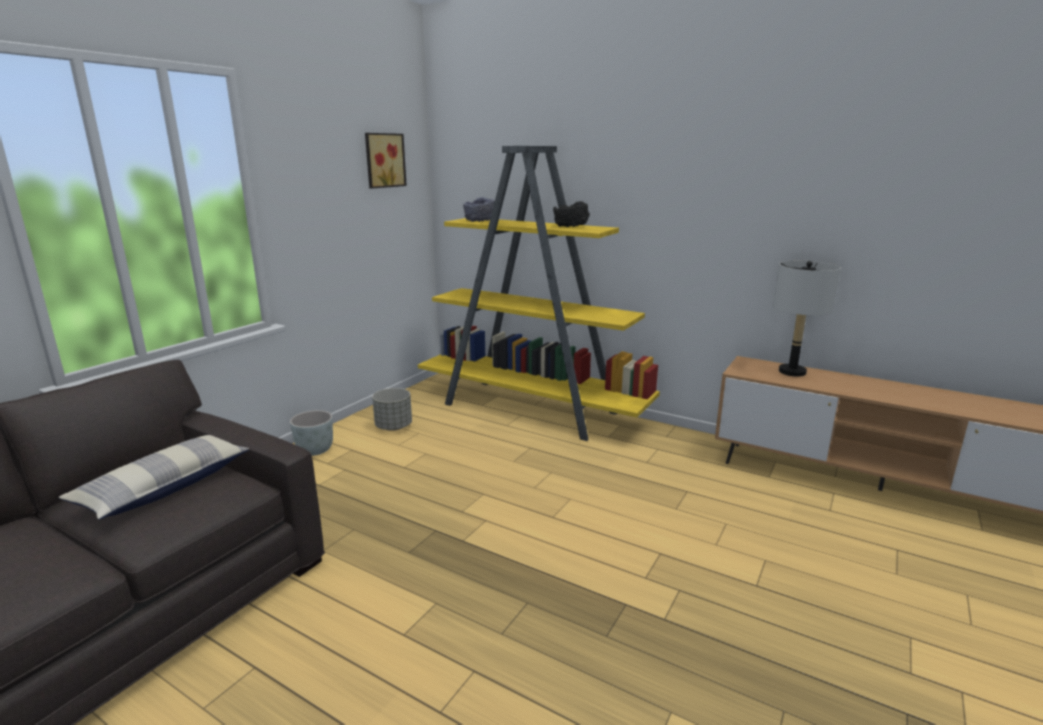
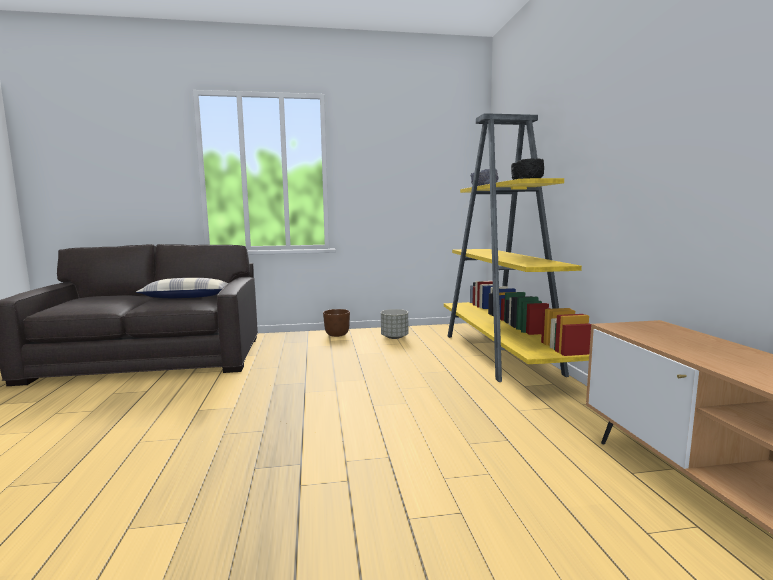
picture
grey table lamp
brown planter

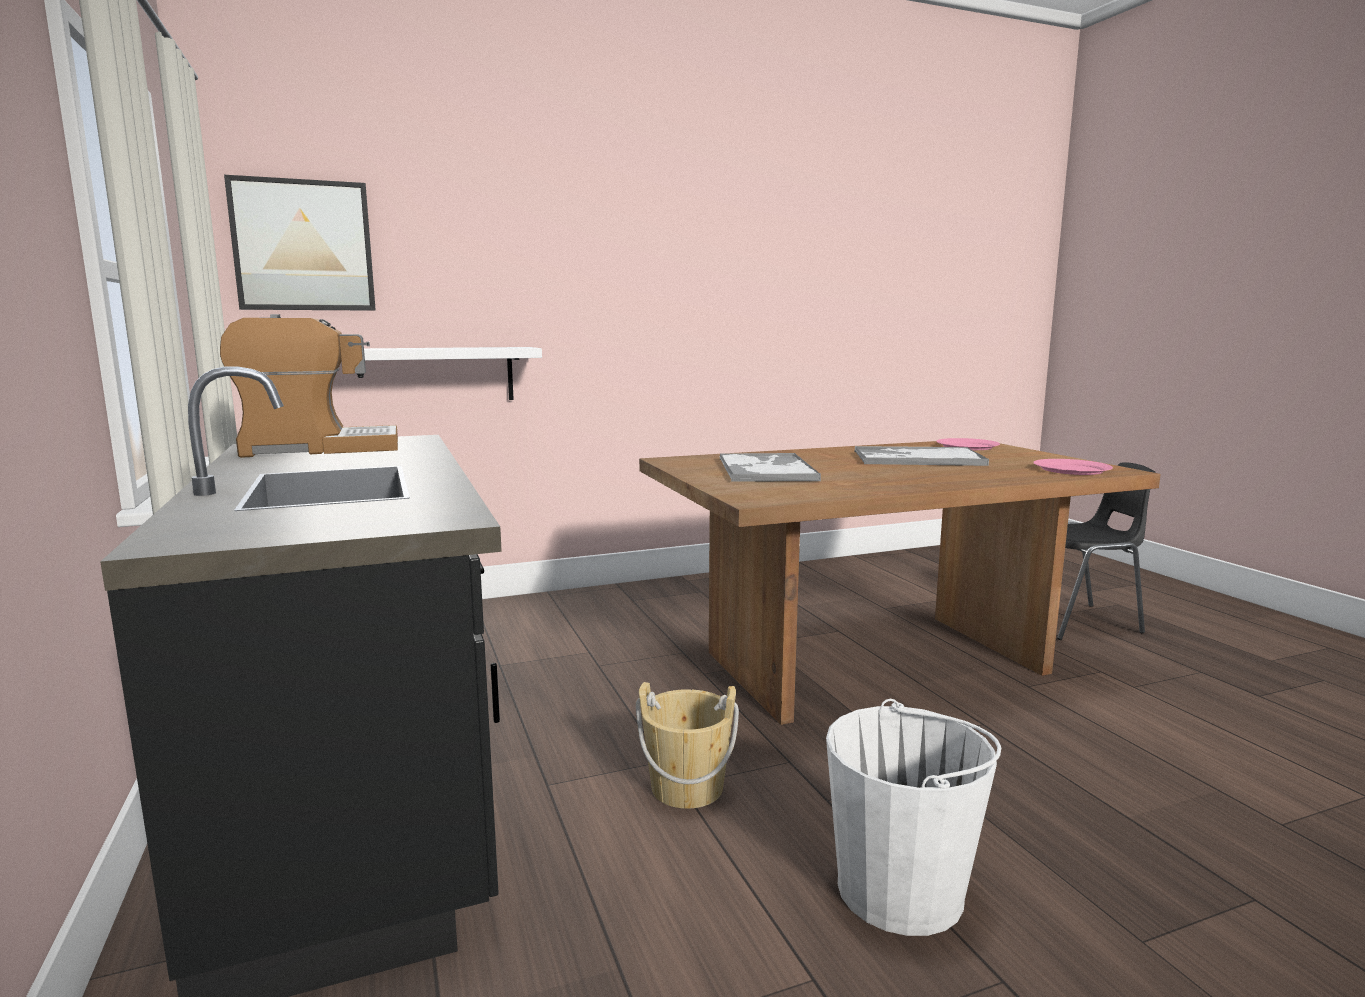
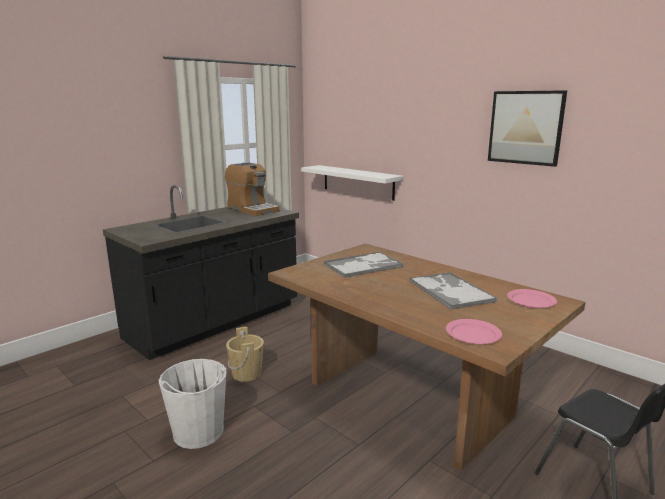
picture

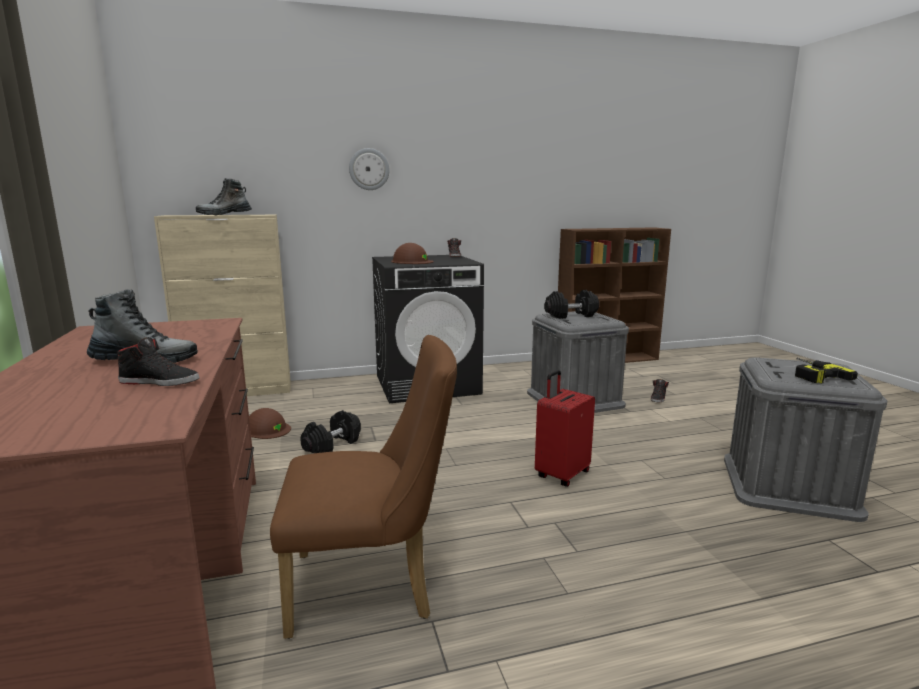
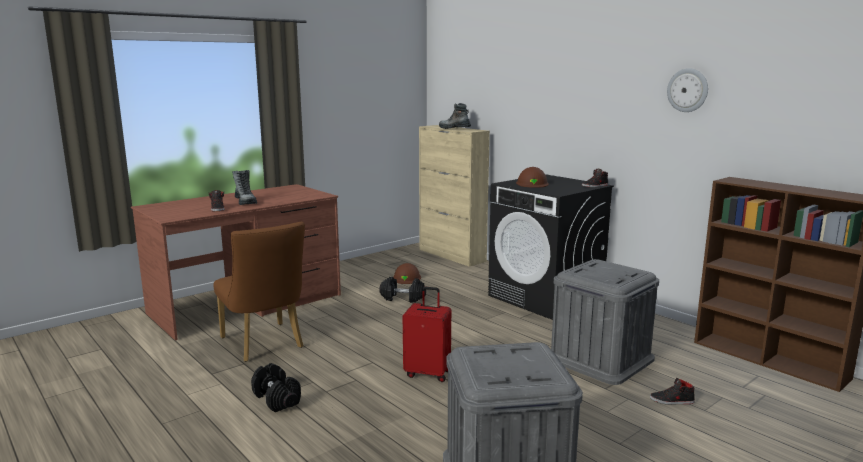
wall clock
black dumbbell (1st from left)
power drill

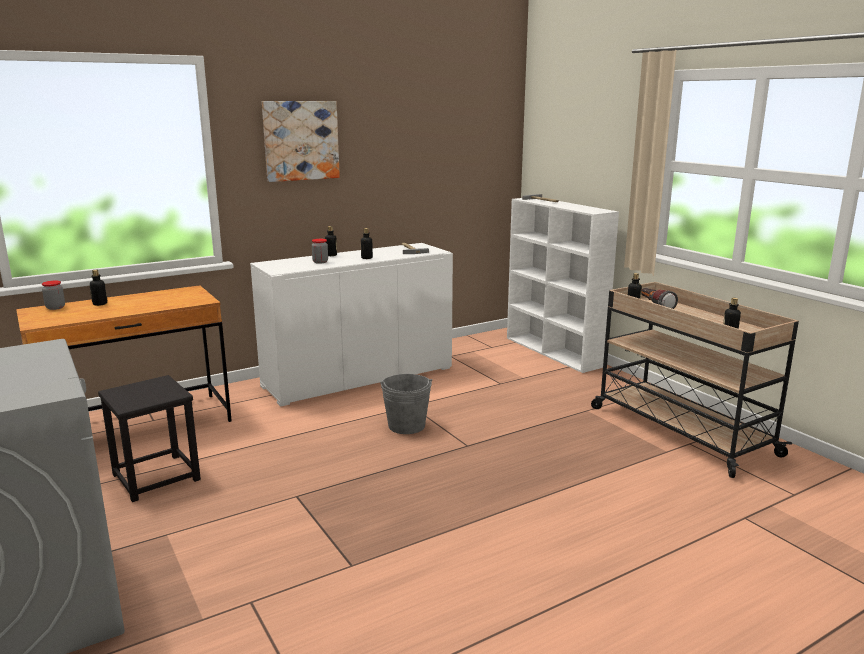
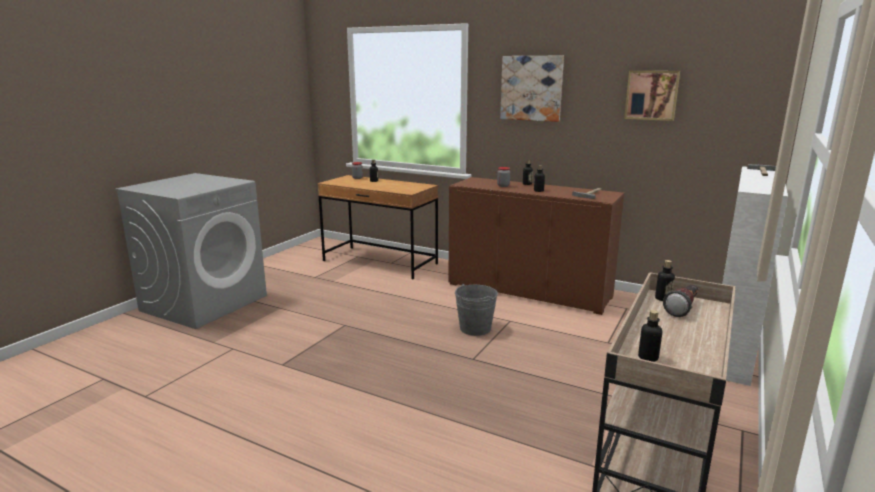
brown cabinet
black stool
picture (2nd from left)

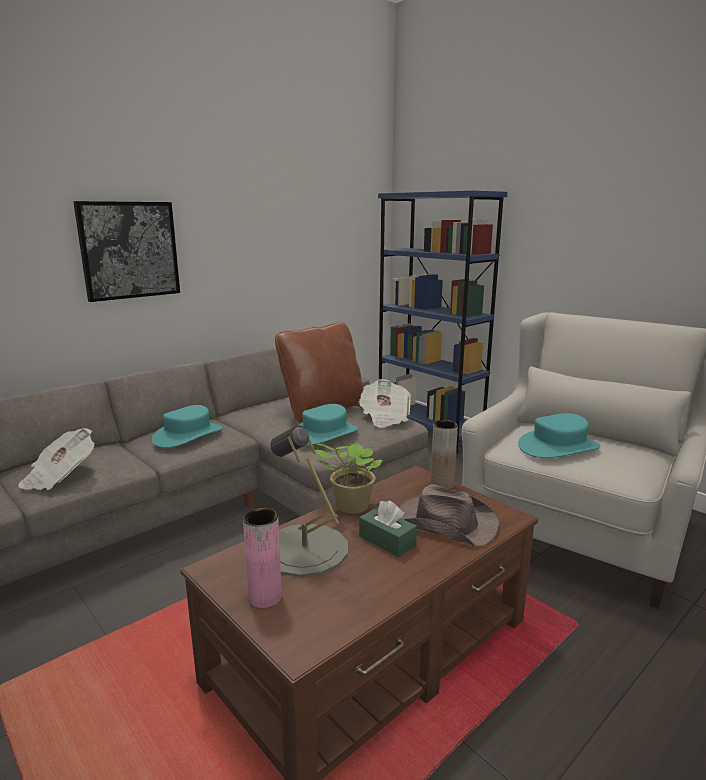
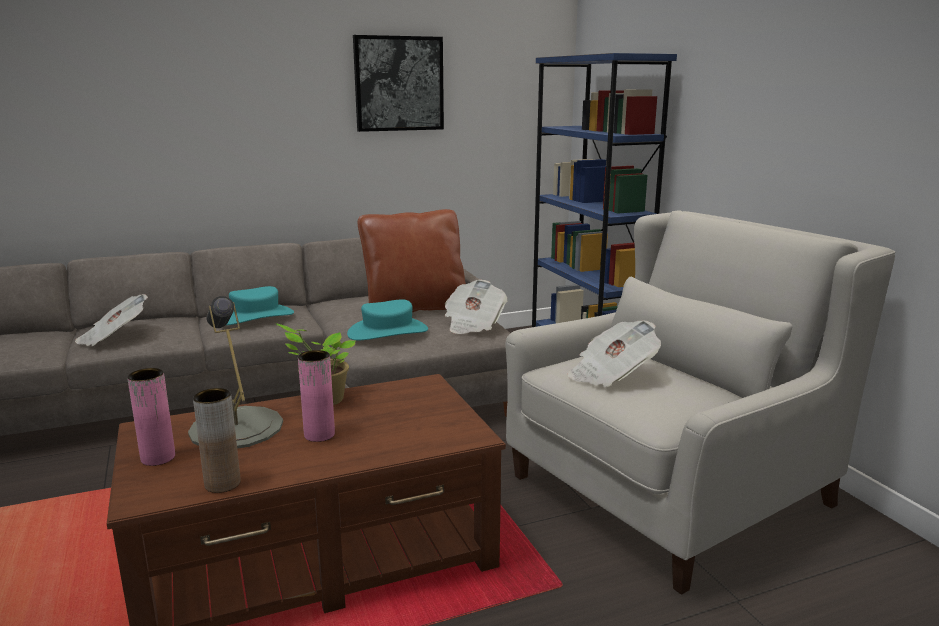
picture
newspaper (3rd from left)
brown vase
brown hat
pink vase (2nd from left)

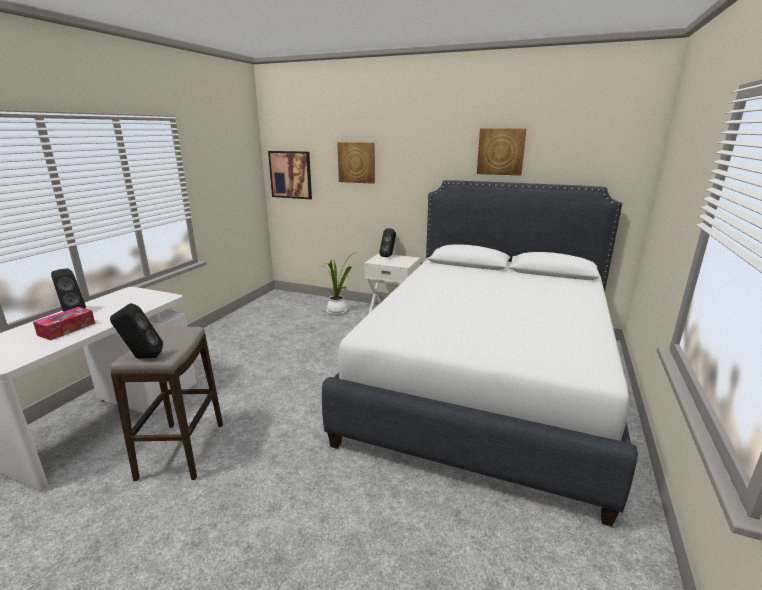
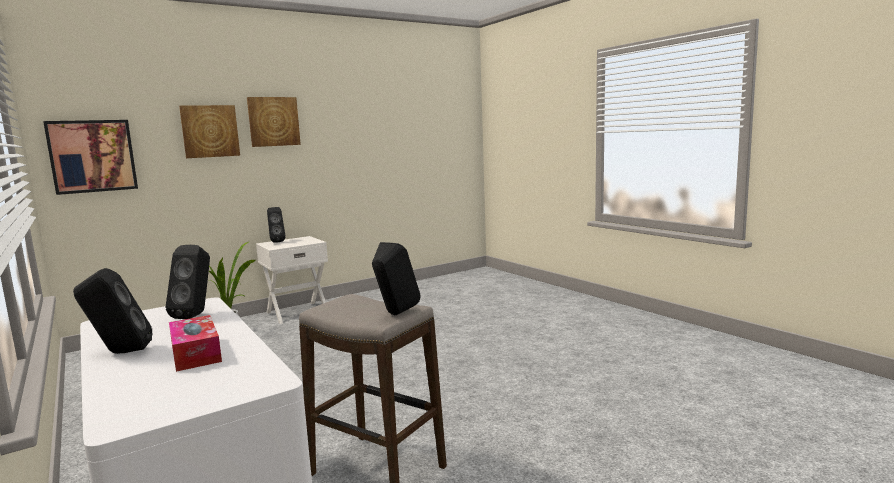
picture (3rd from left)
white bed
black speaker (2nd from left)

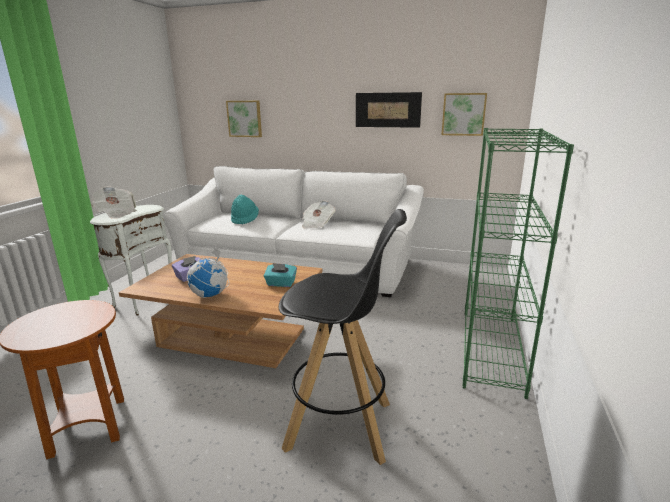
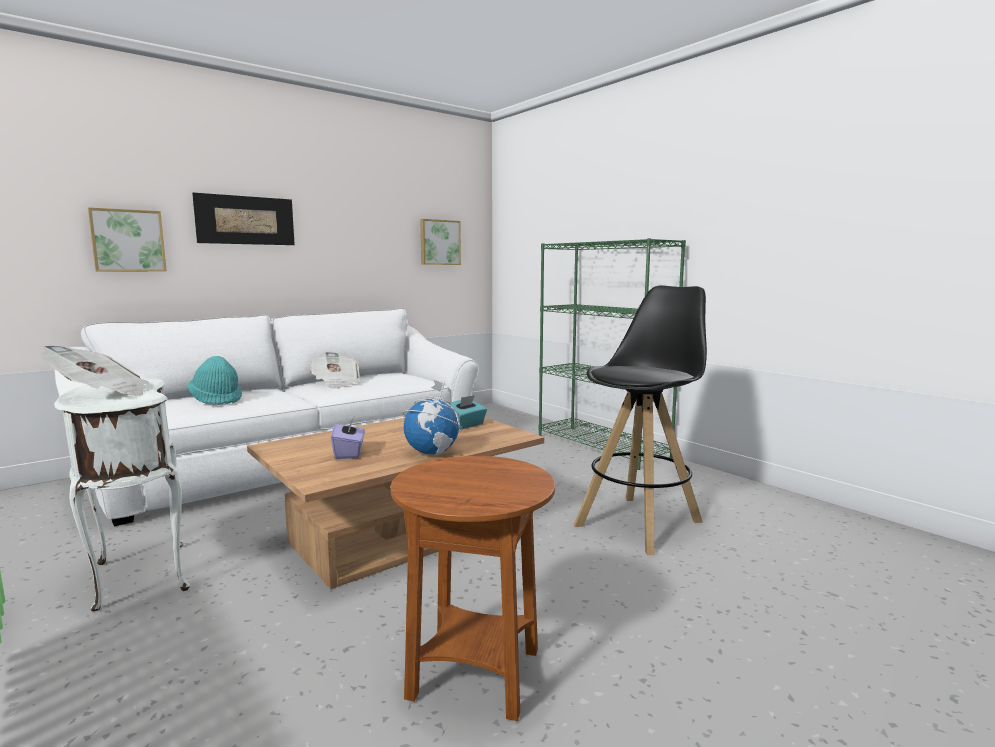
picture (2nd from left)

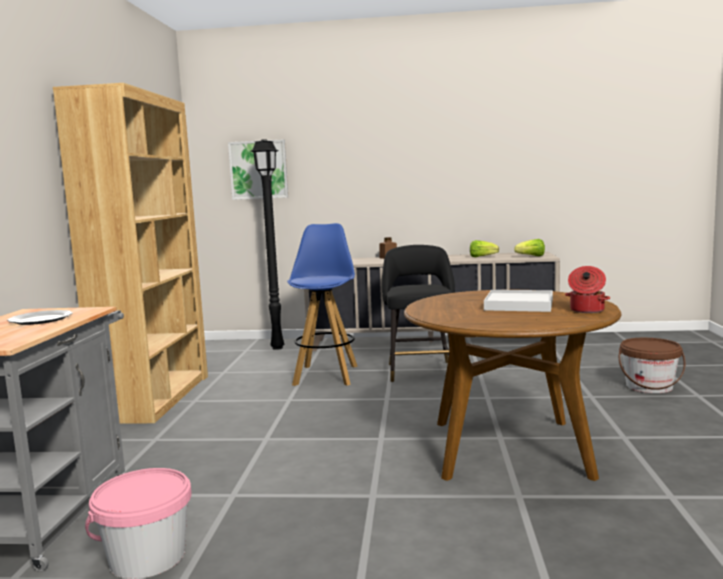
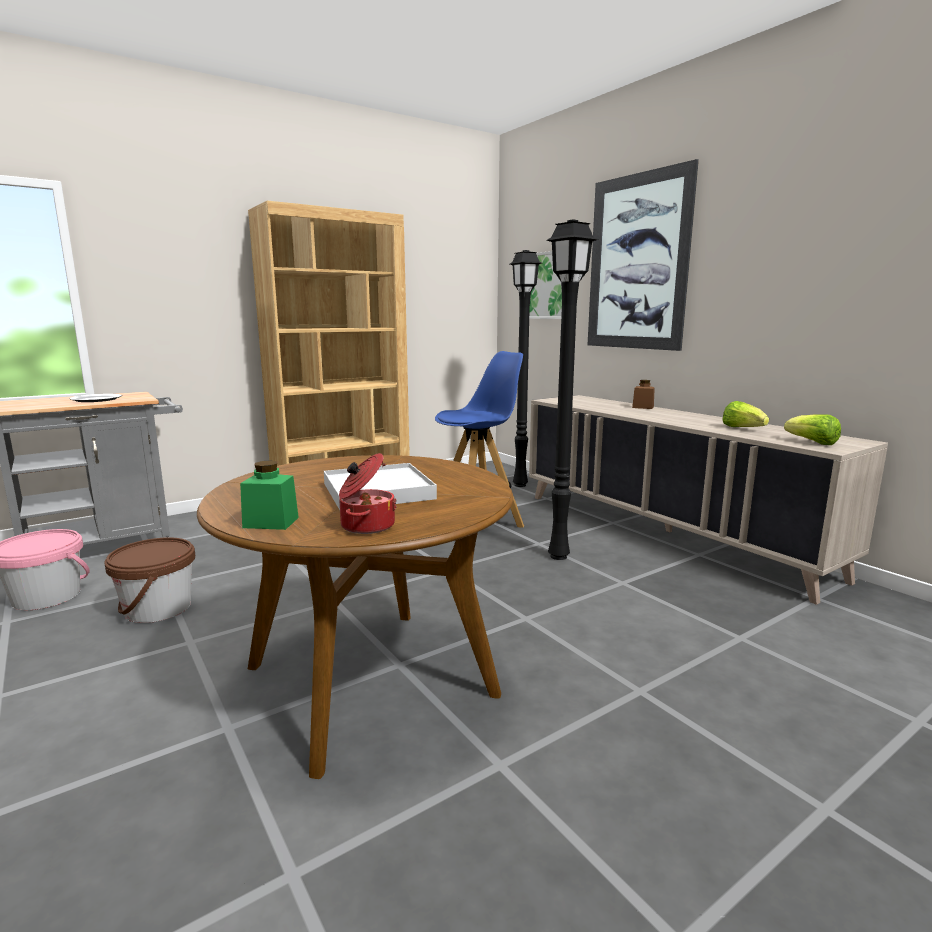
black floor lamp (2nd from left)
brown bucket
picture (2nd from left)
green jar

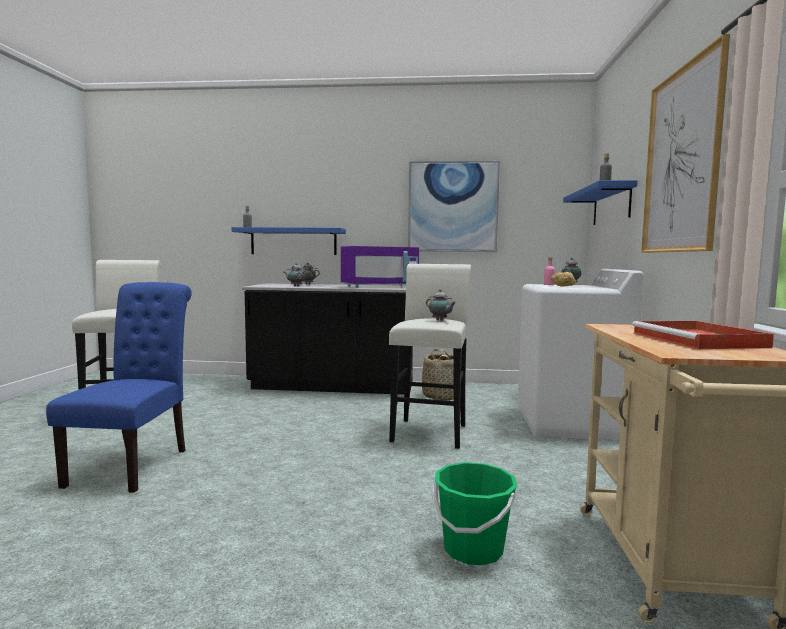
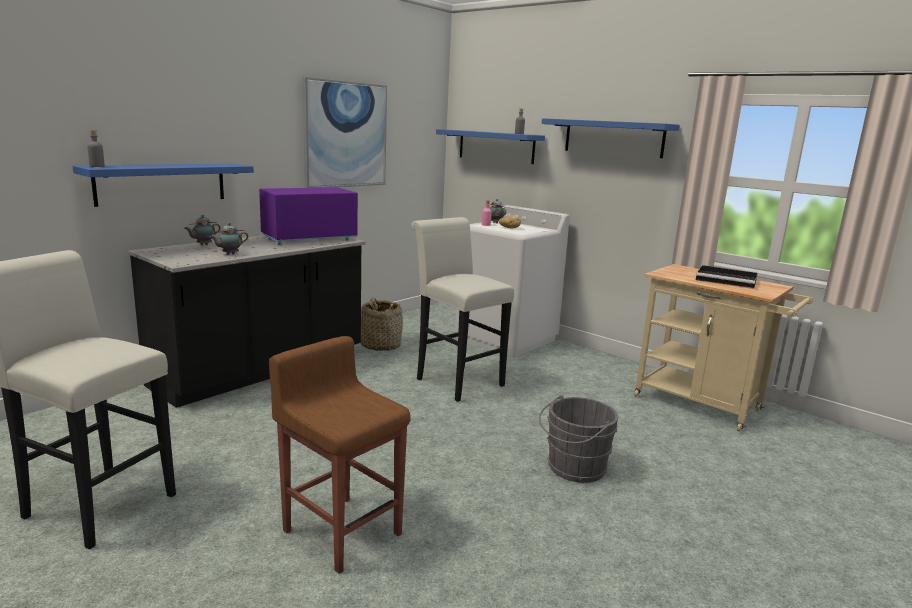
blue shelf (3rd from left)
purple microwave
brown stool
teapot (3rd from left in the first image)
black tray
green bucket
grey bucket

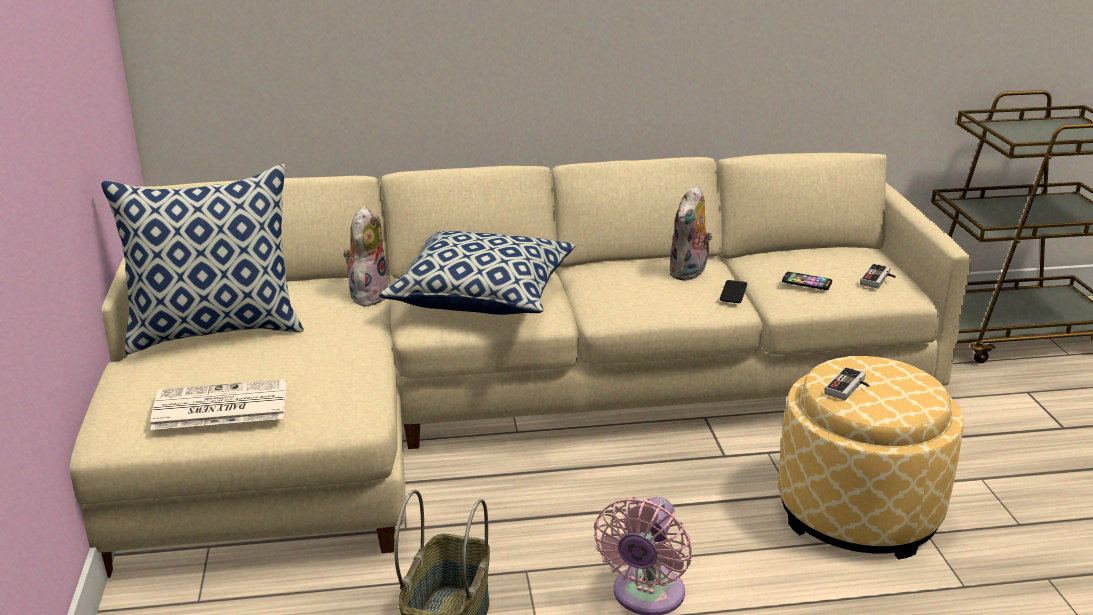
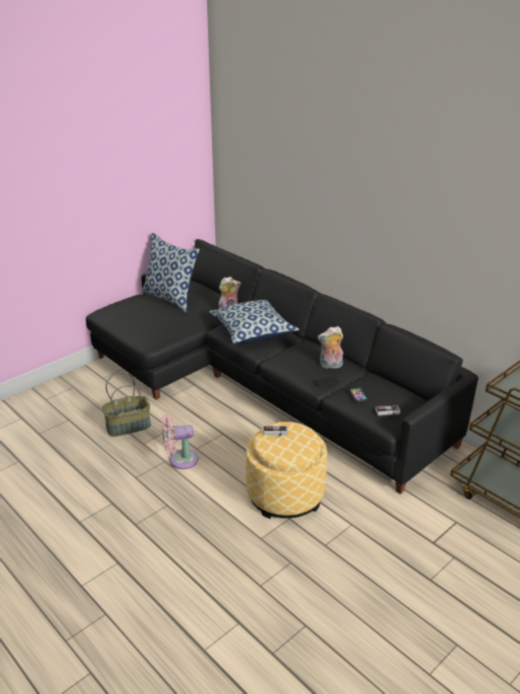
black sofa
newspaper

